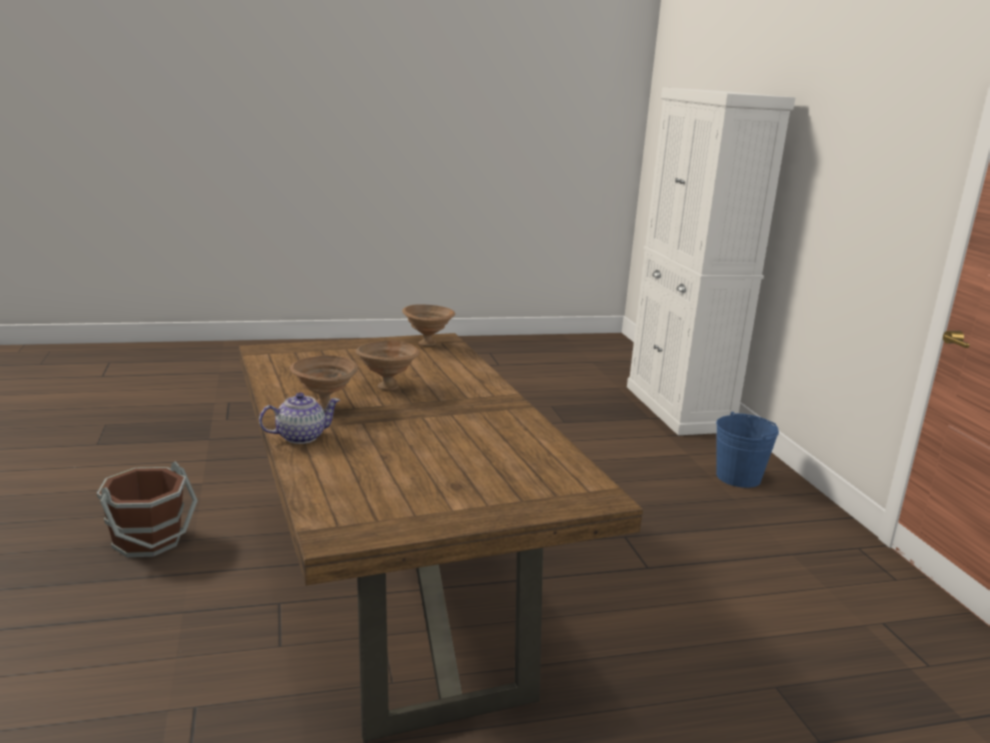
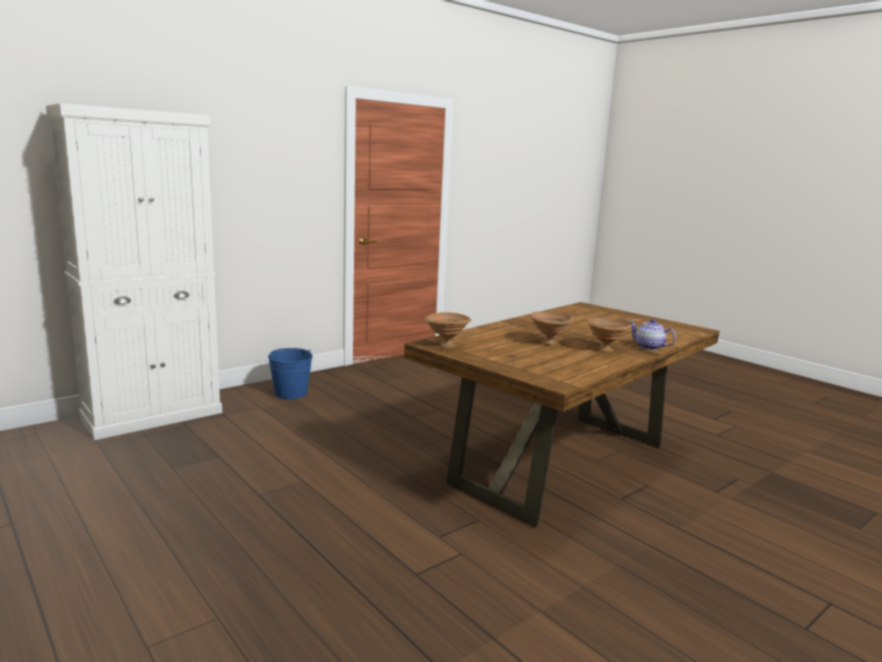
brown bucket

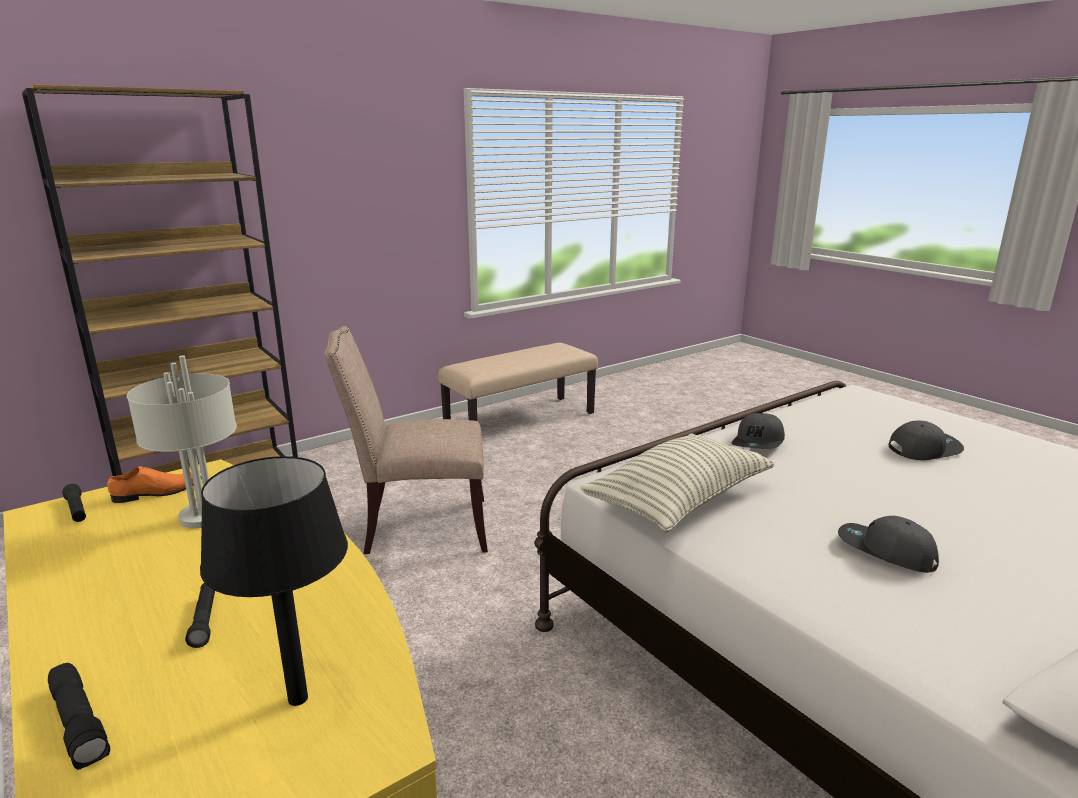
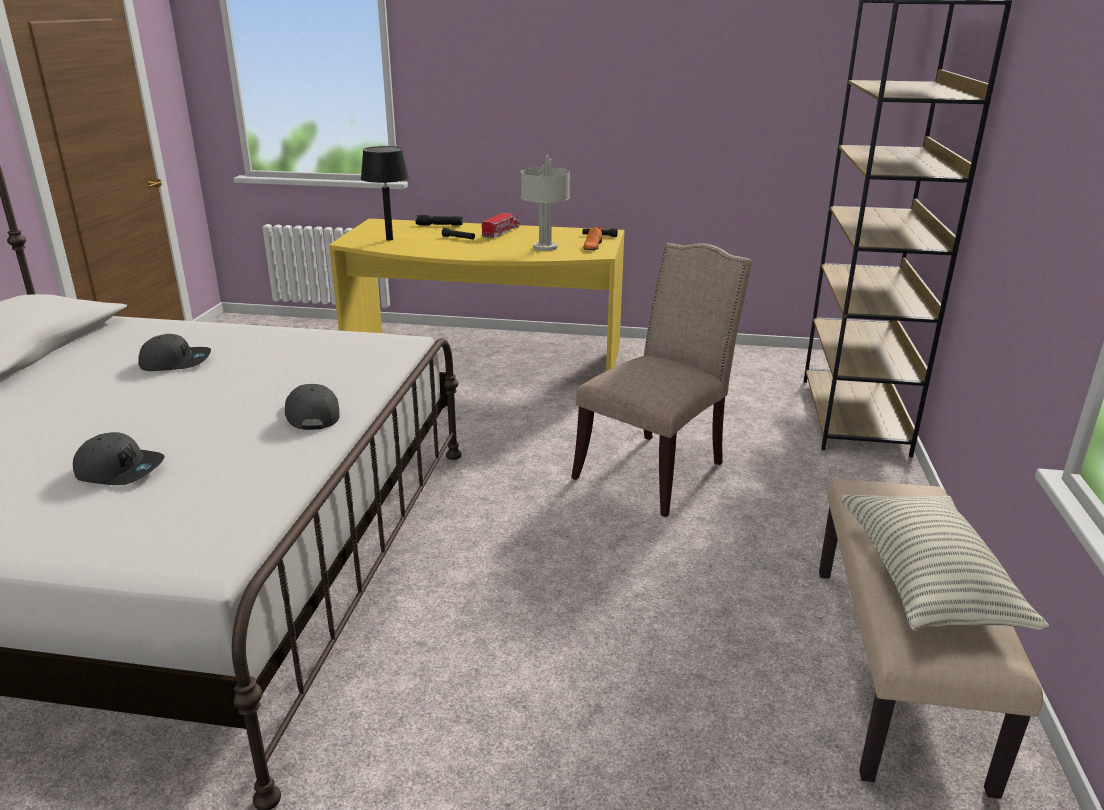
grey cap (1st from left)
pillow
toy truck

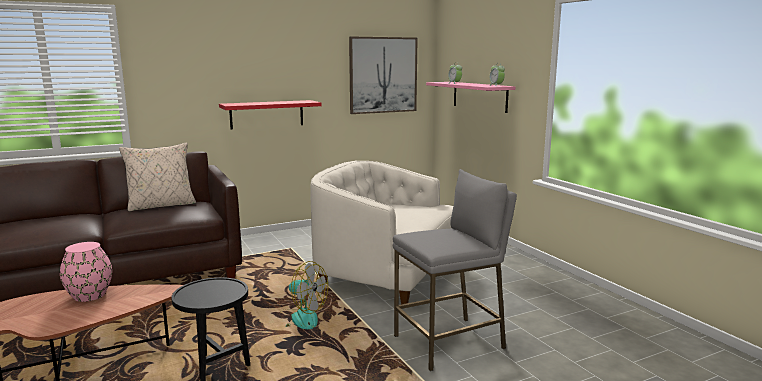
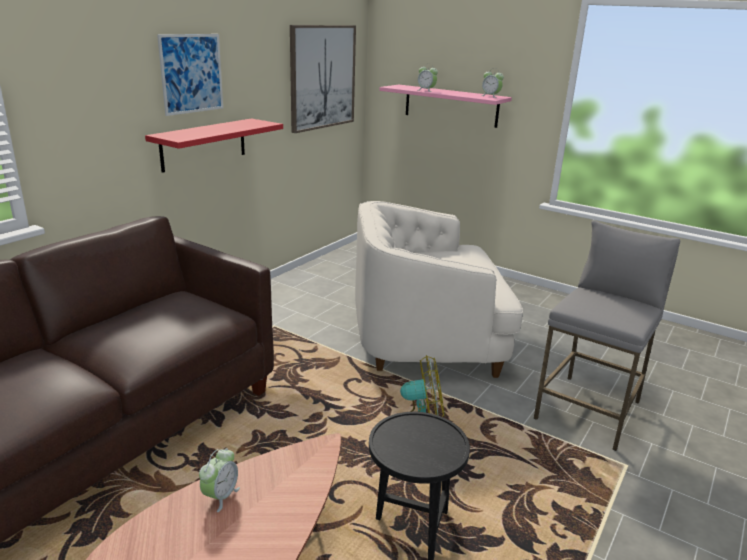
beige pillow
alarm clock (1st from left)
picture (1st from left)

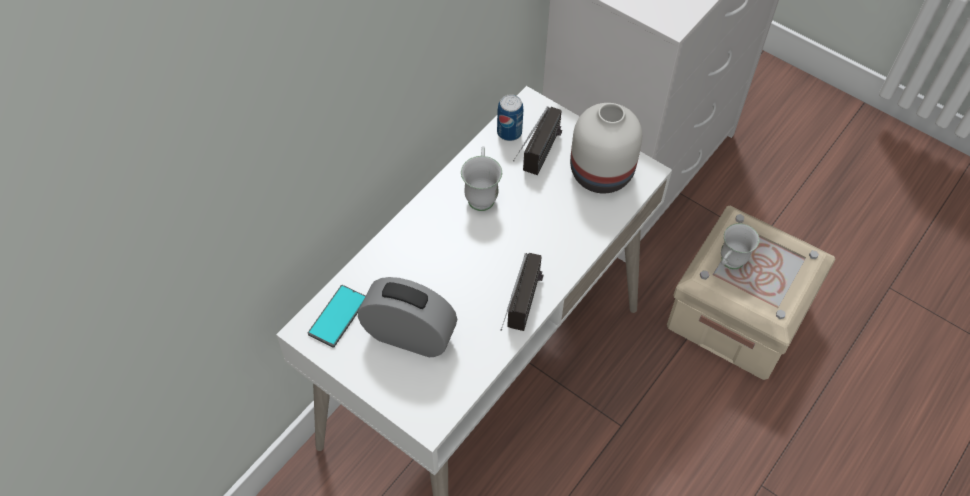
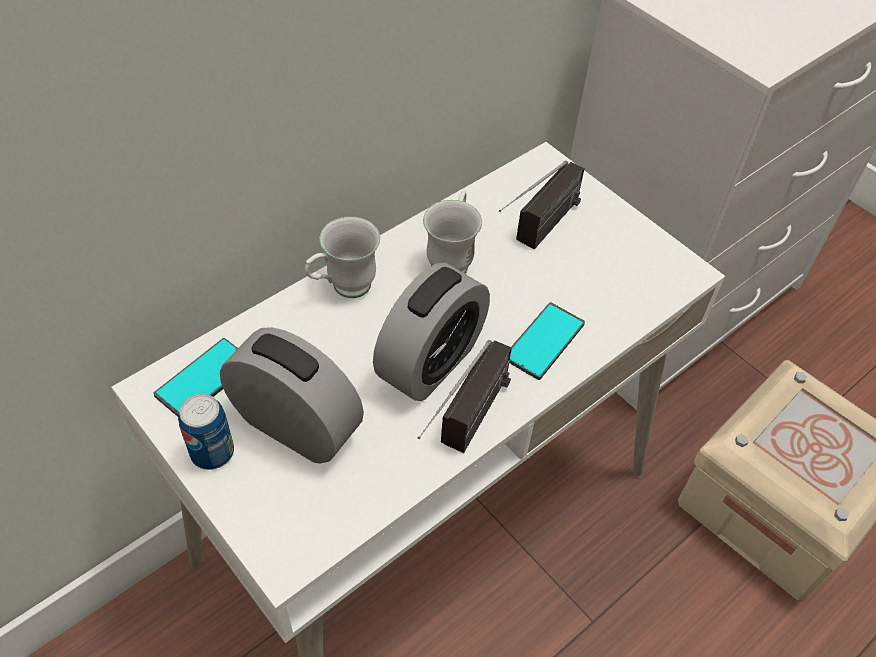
can
white vase
white mug (1st from left)
alarm clock (2nd from left)
phone (2nd from left)

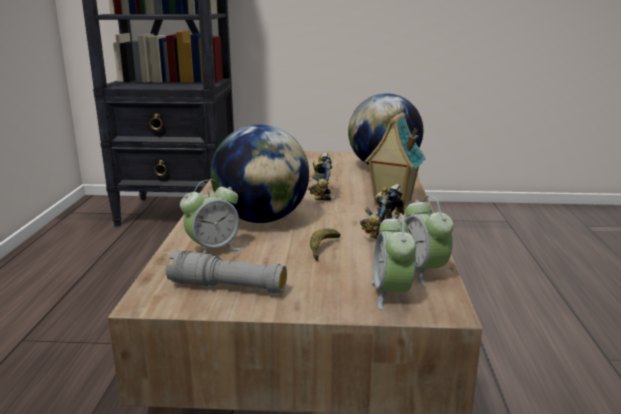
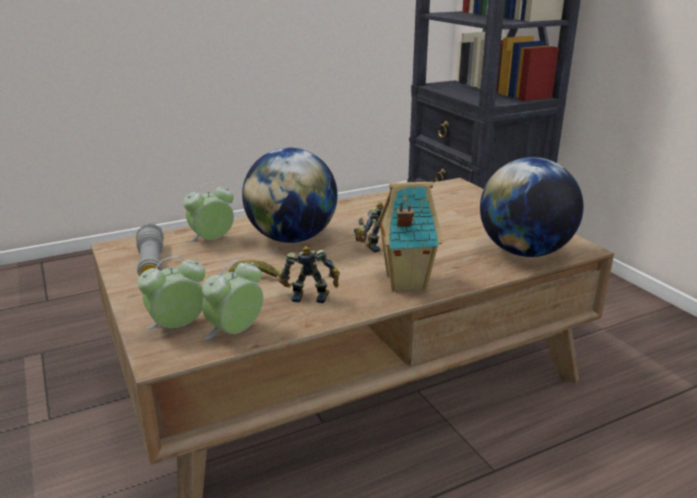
alarm clock (2nd from left)

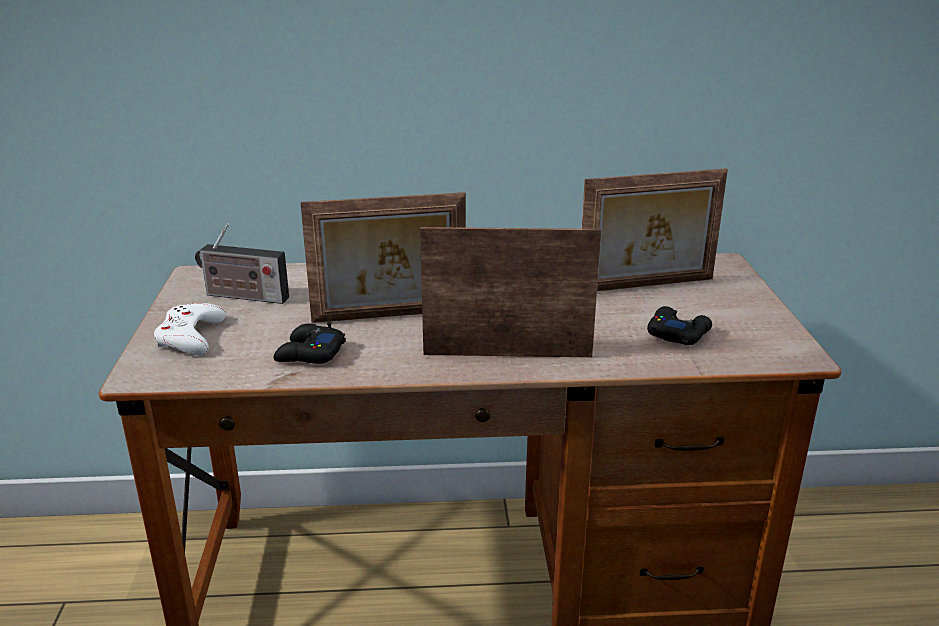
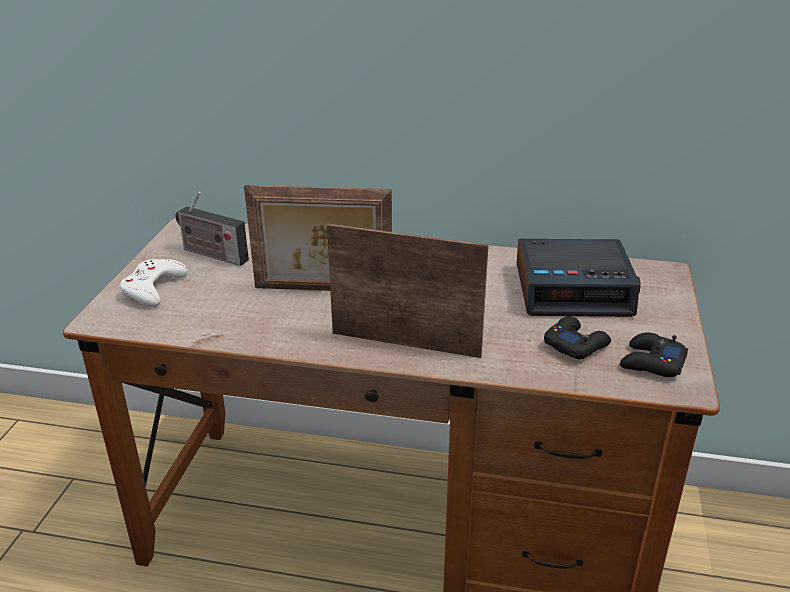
alarm clock
black game controller (2nd from left)

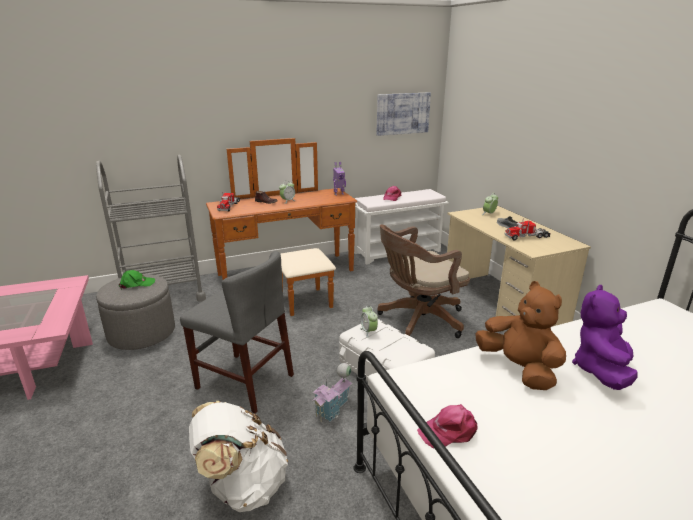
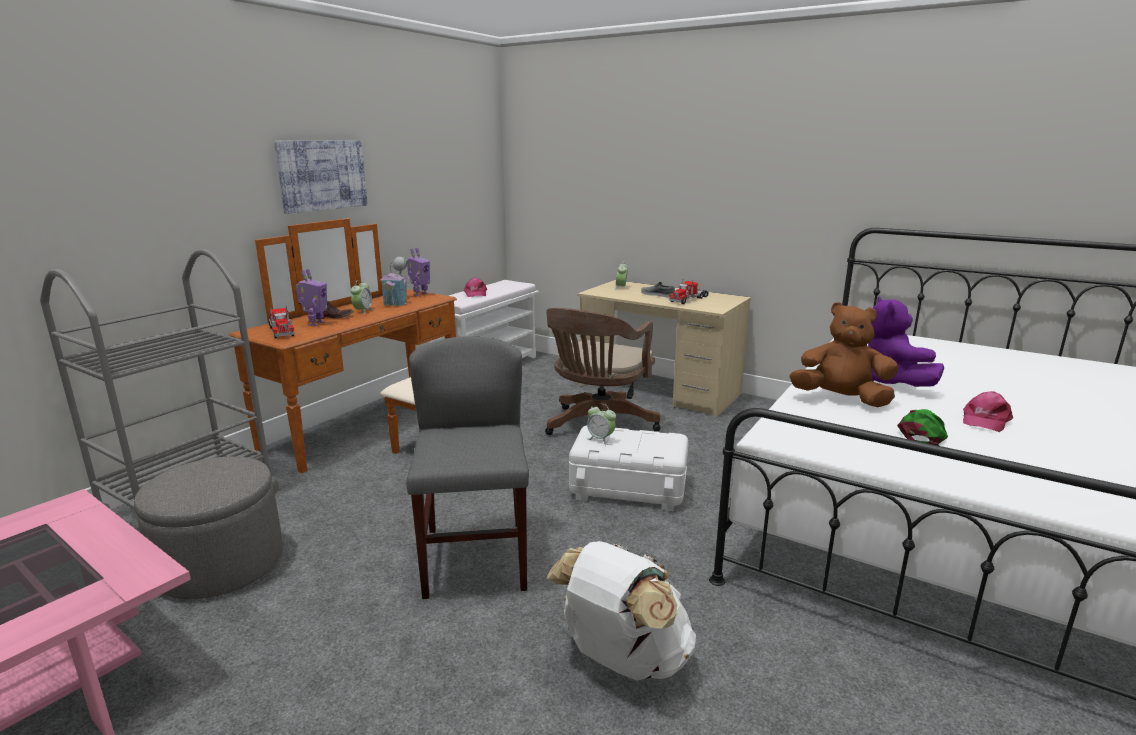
picture
grey chair
green cap
toy house
pink cap (2nd from left)
toy robot (1st from left)

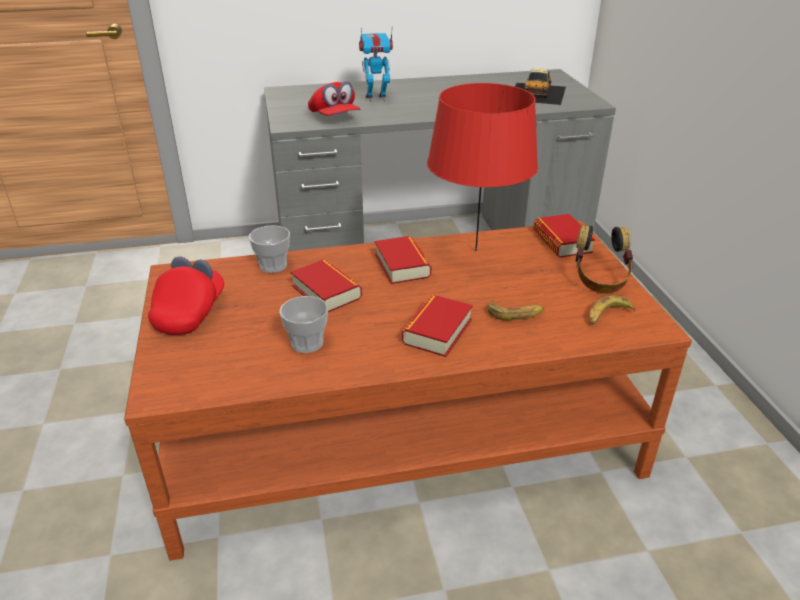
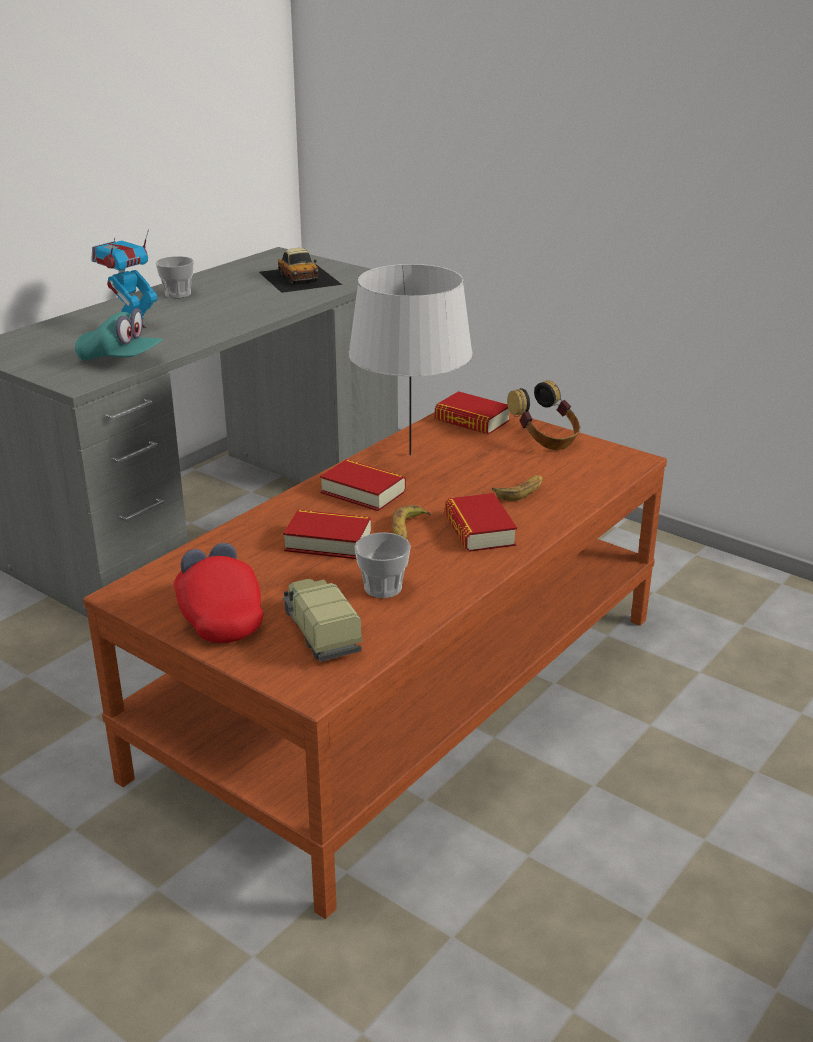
turquoise cap
grey table lamp
cup (1st from left)
banana (1st from left)
toy truck

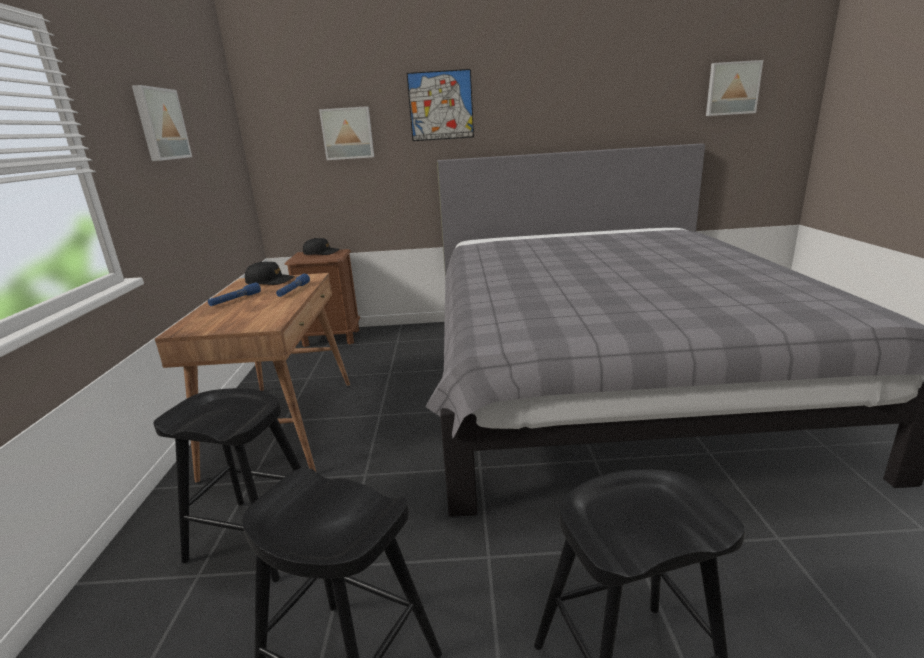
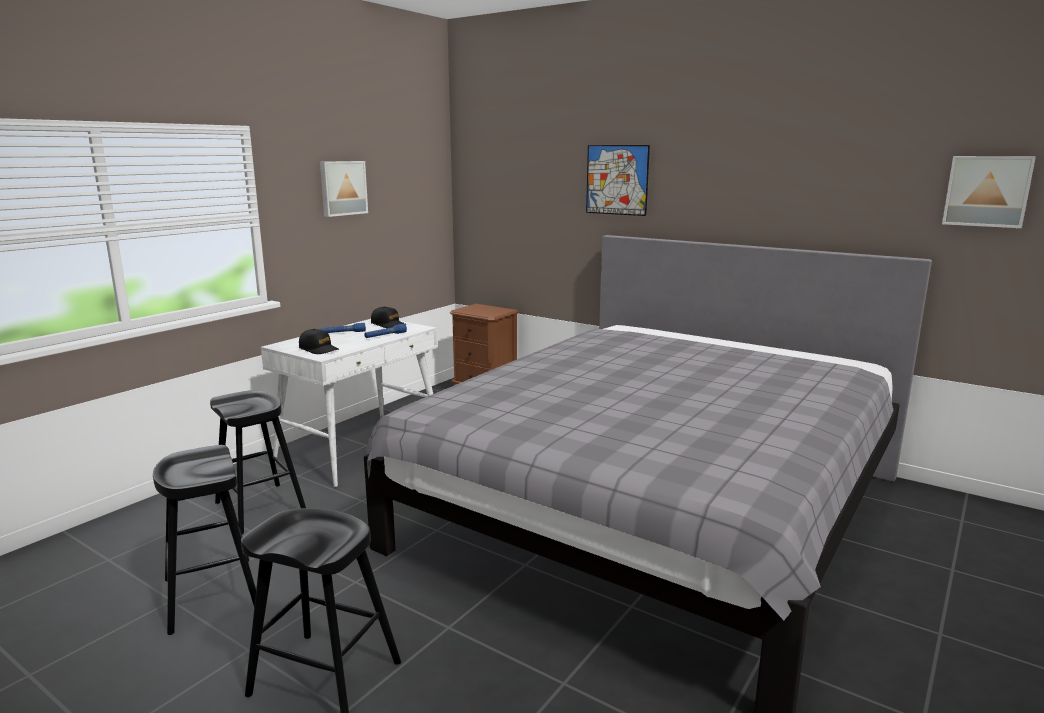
picture (2nd from left in the first image)
black cap (1st from left)
white desk

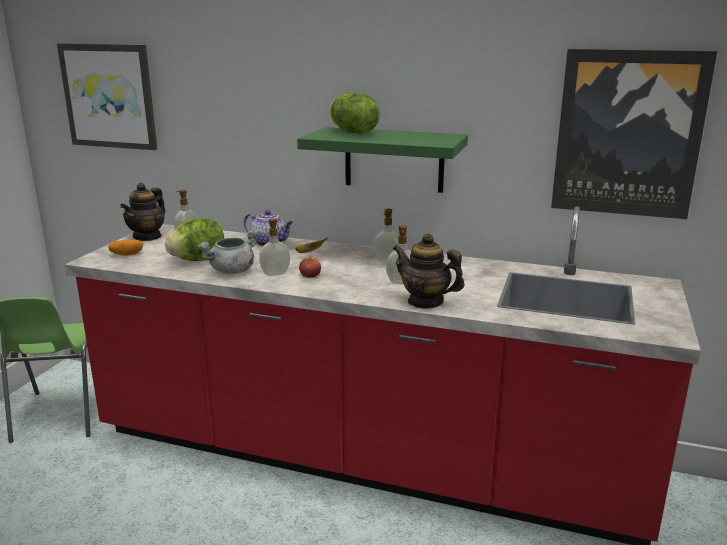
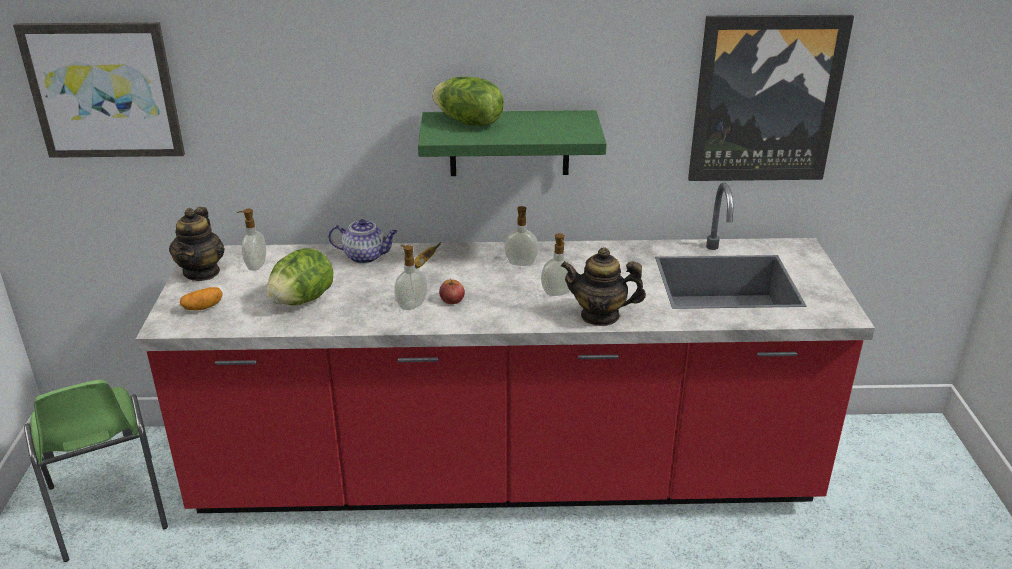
grey cooking pot

